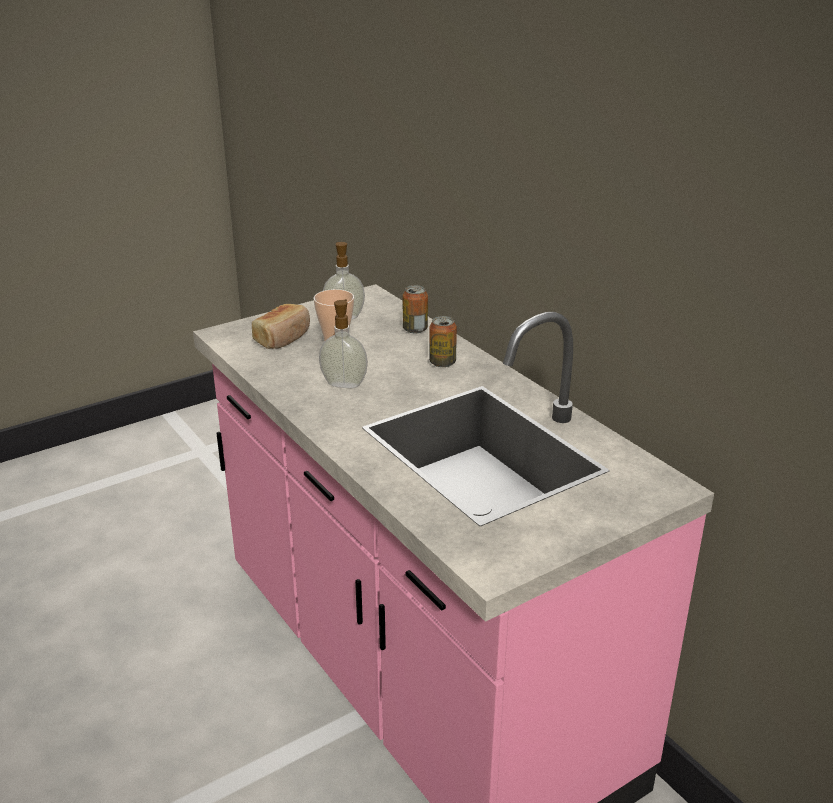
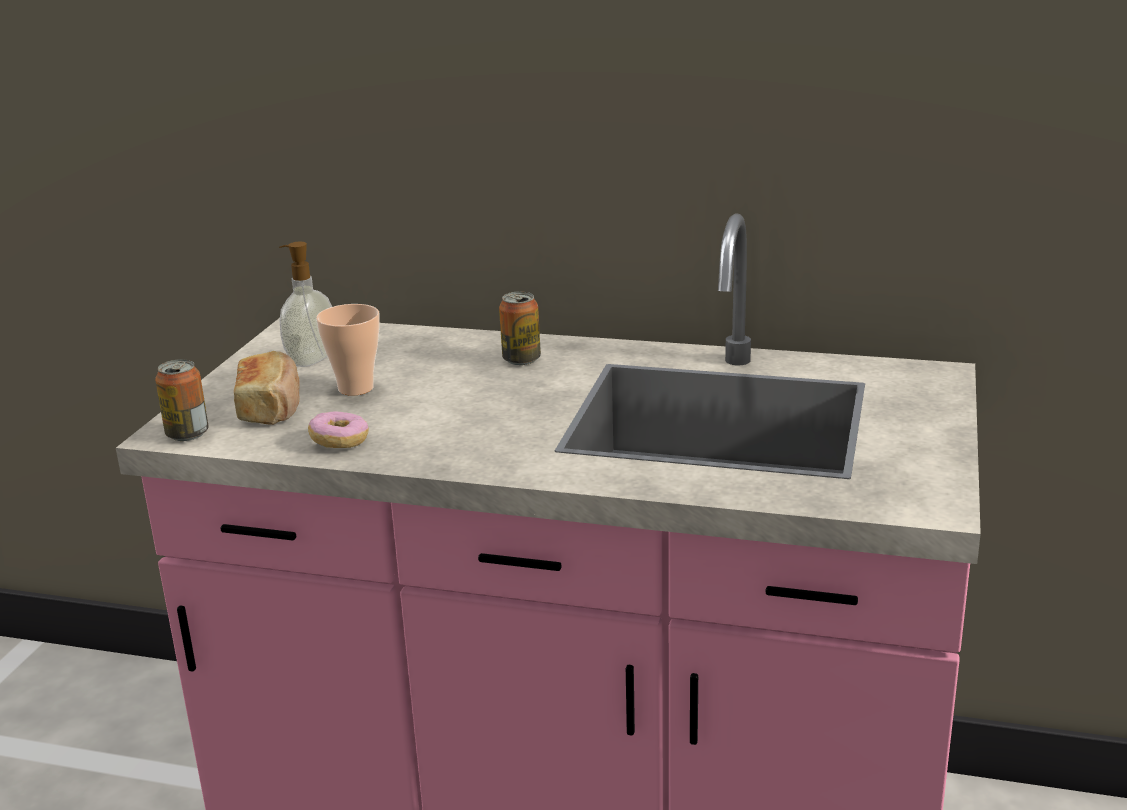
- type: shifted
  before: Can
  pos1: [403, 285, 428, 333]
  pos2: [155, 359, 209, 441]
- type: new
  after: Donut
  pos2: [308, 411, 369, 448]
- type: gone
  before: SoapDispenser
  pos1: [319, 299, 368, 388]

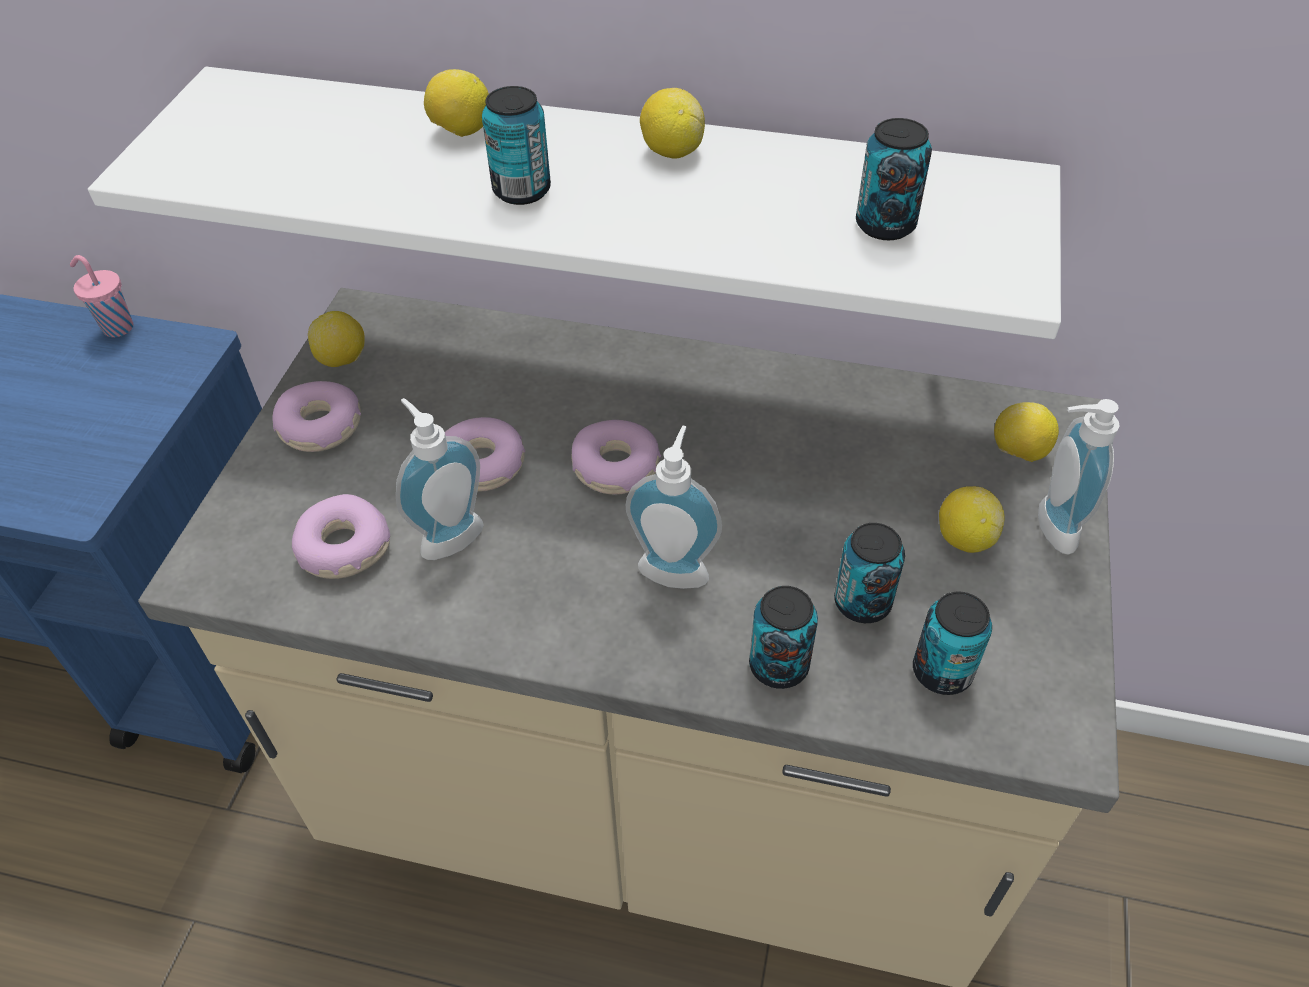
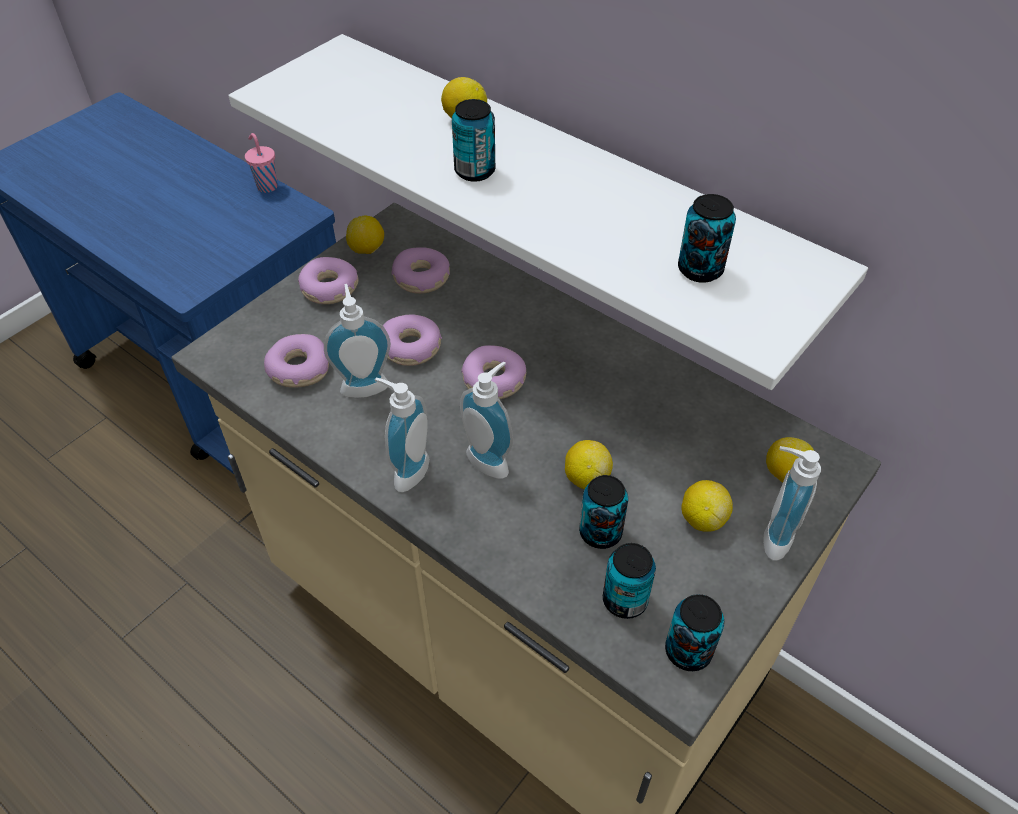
- type: new
  after: SoapDispenser
  pos2: [375, 378, 430, 492]
- type: new
  after: Donut
  pos2: [392, 247, 450, 294]
- type: shifted
  before: Lemon
  pos1: [640, 88, 705, 159]
  pos2: [565, 440, 613, 489]
- type: shifted
  before: Can
  pos1: [749, 586, 818, 689]
  pos2: [665, 594, 724, 671]

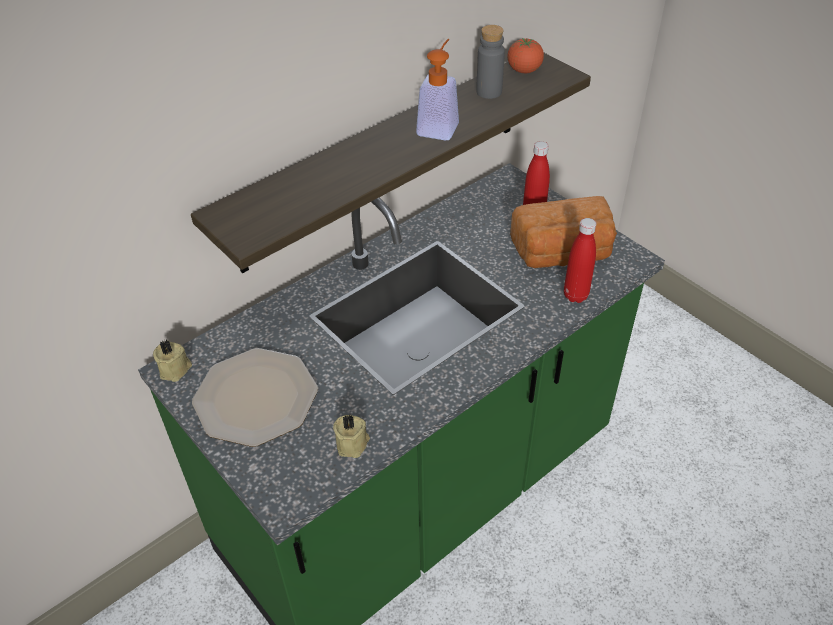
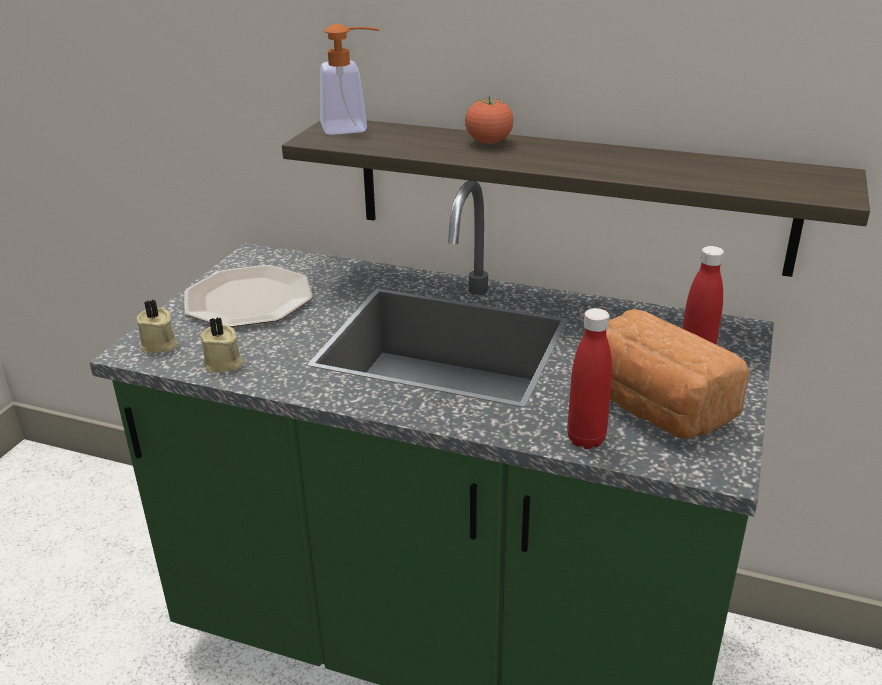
- type: shifted
  before: BeigeCandle
  pos1: [153, 339, 192, 382]
  pos2: [136, 300, 178, 353]
- type: shifted
  before: SoapDispenser
  pos1: [416, 39, 459, 141]
  pos2: [320, 24, 380, 135]
- type: shifted
  before: Tomato
  pos1: [507, 38, 544, 73]
  pos2: [465, 96, 514, 144]
- type: gone
  before: GreyBottle
  pos1: [476, 25, 505, 99]

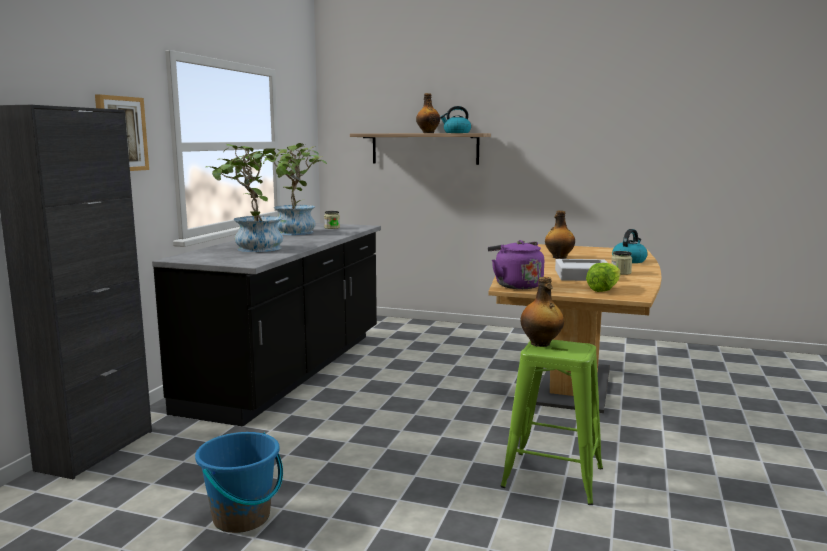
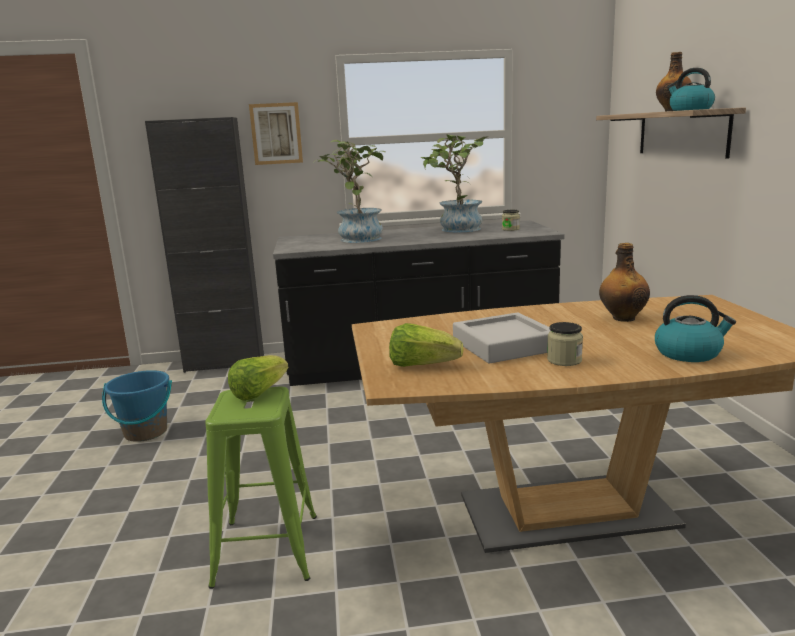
- type: swapped
  before: Bottle
  after: Lettuce
  pos1: [520, 277, 564, 347]
  pos2: [228, 355, 289, 401]
- type: gone
  before: PurpleKettle
  pos1: [488, 240, 544, 289]

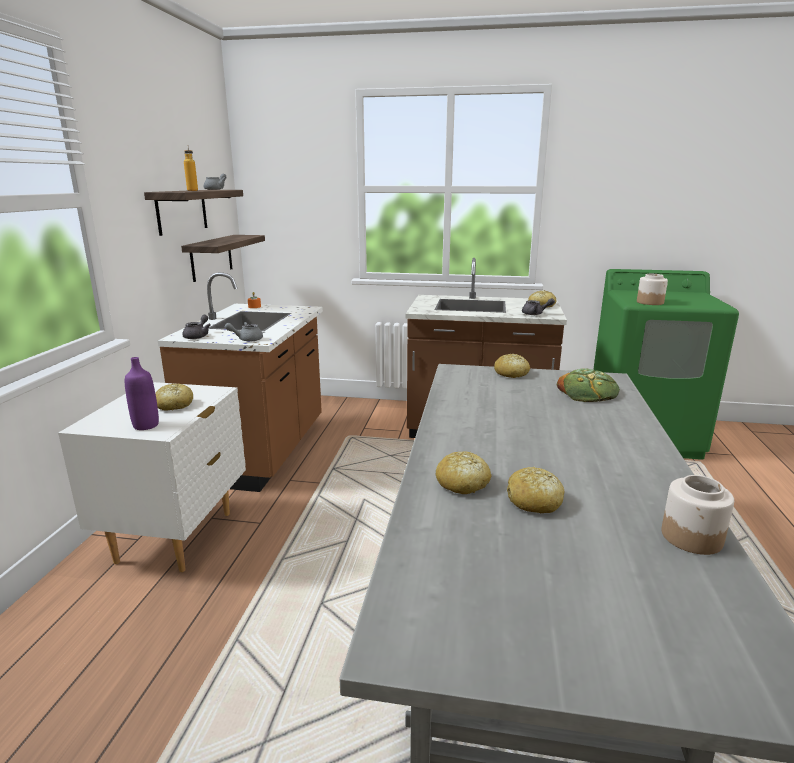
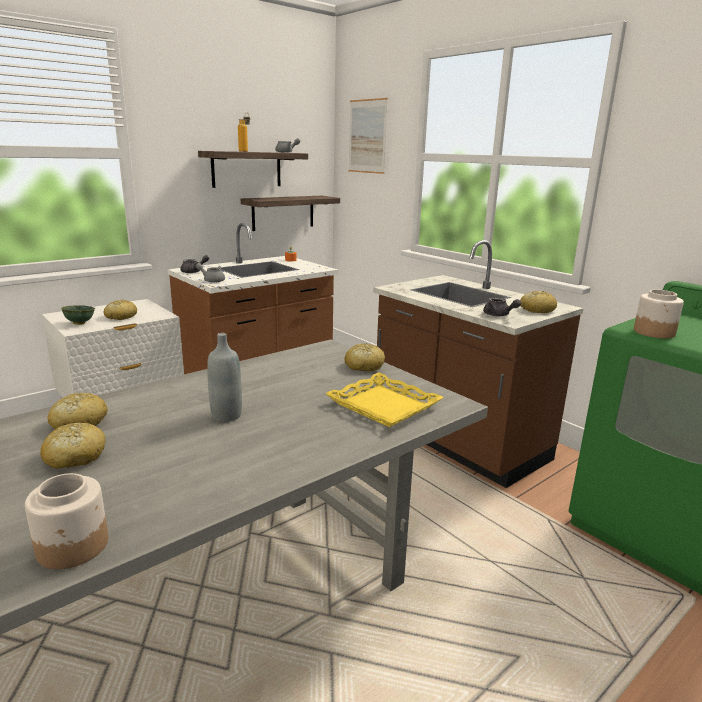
- type: swapped
  before: PurpleBottle
  after: GreenBowl
  pos1: [125, 357, 159, 430]
  pos2: [61, 305, 95, 325]
- type: new
  after: GreyBottle
  pos2: [207, 333, 242, 422]
- type: swapped
  before: Bread
  after: YellowTray
  pos1: [557, 368, 620, 402]
  pos2: [325, 372, 444, 427]
- type: new
  after: Picture
  pos2: [348, 98, 388, 174]

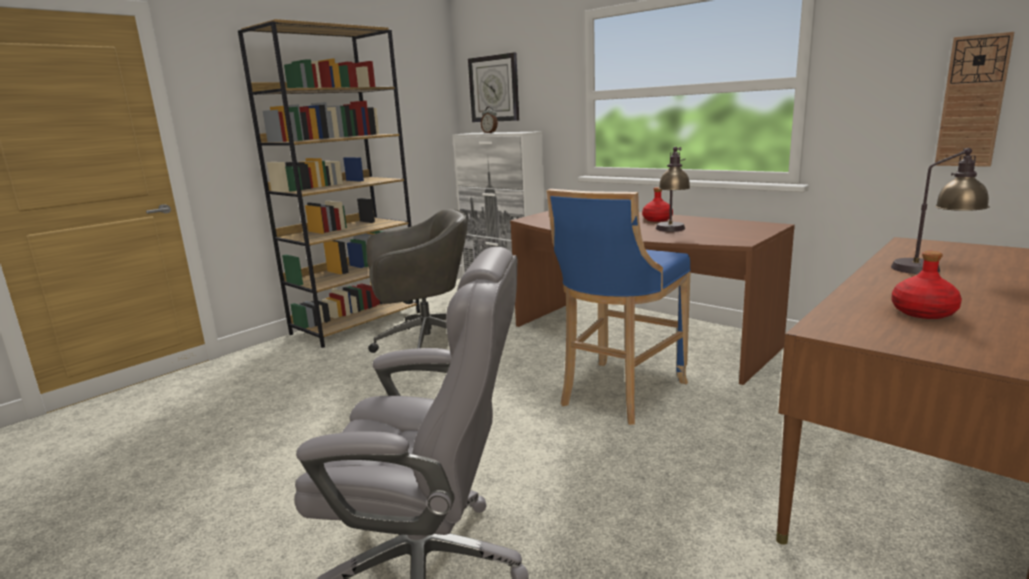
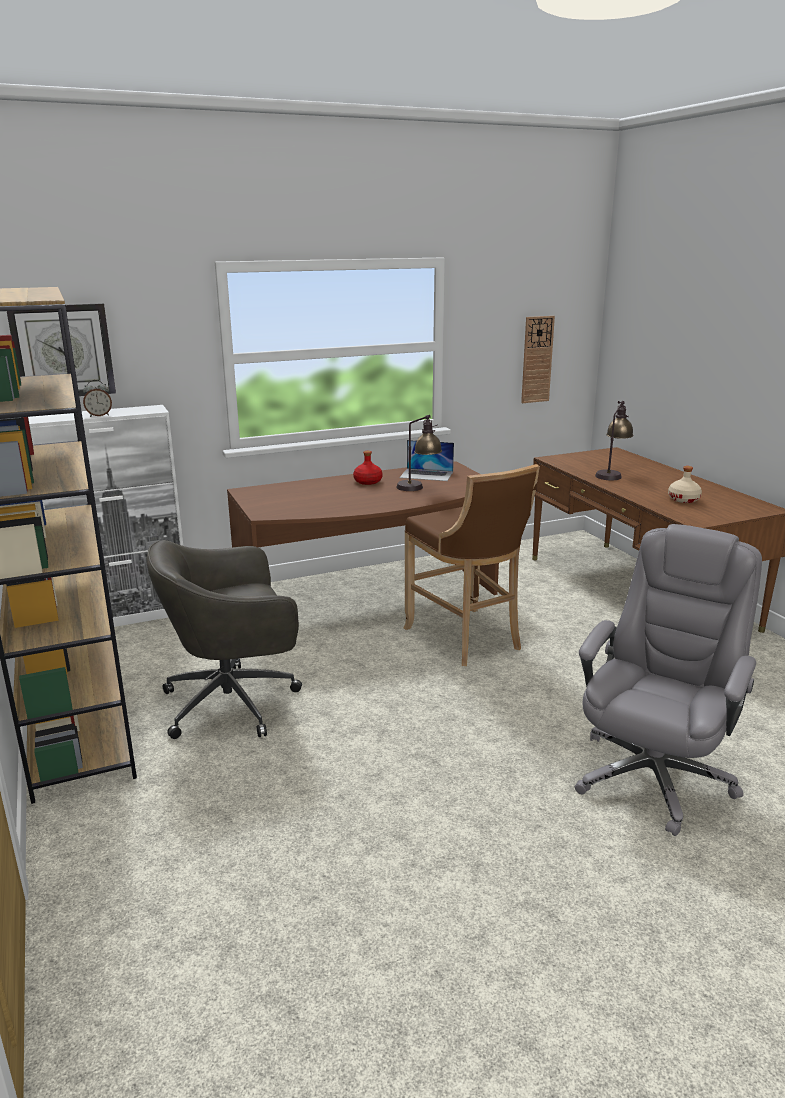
- type: rotated
  before: GreyOfficeChair
  pos1: [366, 209, 467, 353]
  pos2: [146, 540, 302, 739]
  turn: -120
- type: new
  after: Laptop
  pos2: [400, 440, 454, 481]
- type: repainted
  before: BlueStool
  after: BrownStool
  pos1: [546, 189, 691, 425]
  pos2: [404, 464, 540, 666]
- type: repainted
  before: RedBottle
  after: BeigeBottle
  pos1: [891, 251, 962, 319]
  pos2: [668, 466, 702, 503]

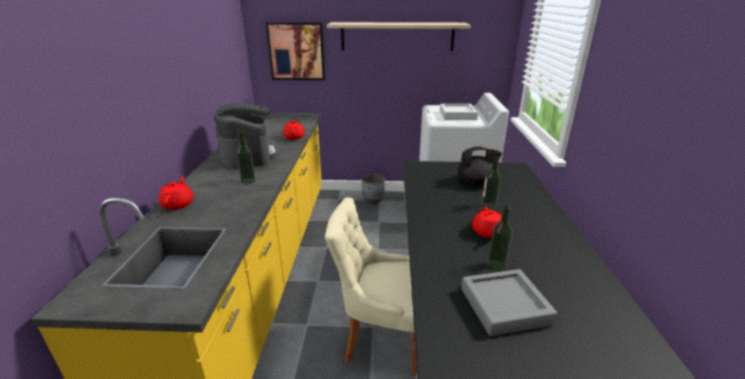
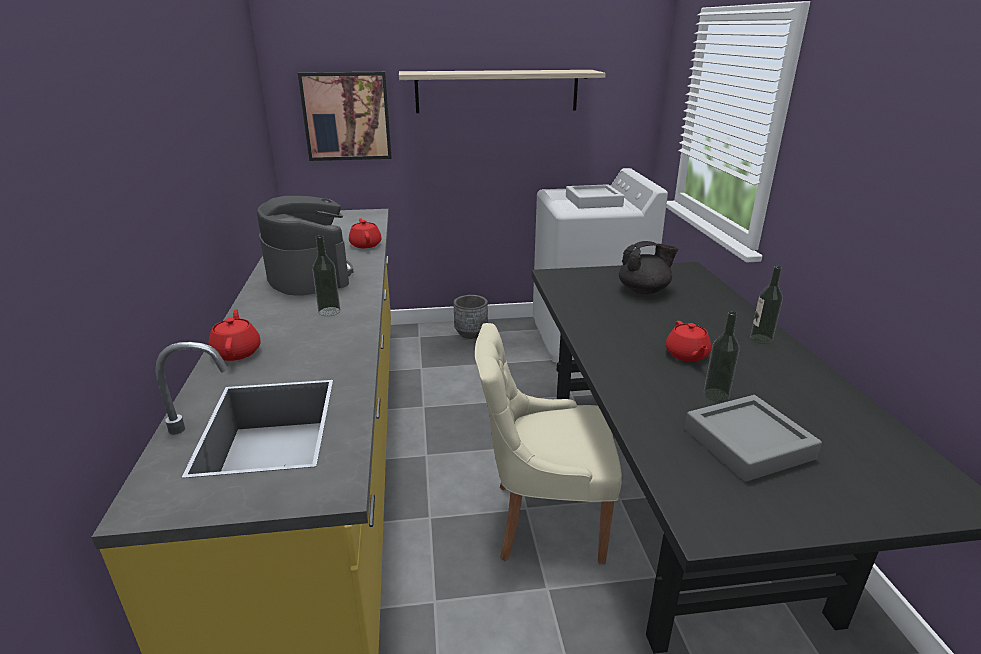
- type: shifted
  before: Bottle
  pos1: [482, 156, 501, 209]
  pos2: [750, 266, 783, 344]

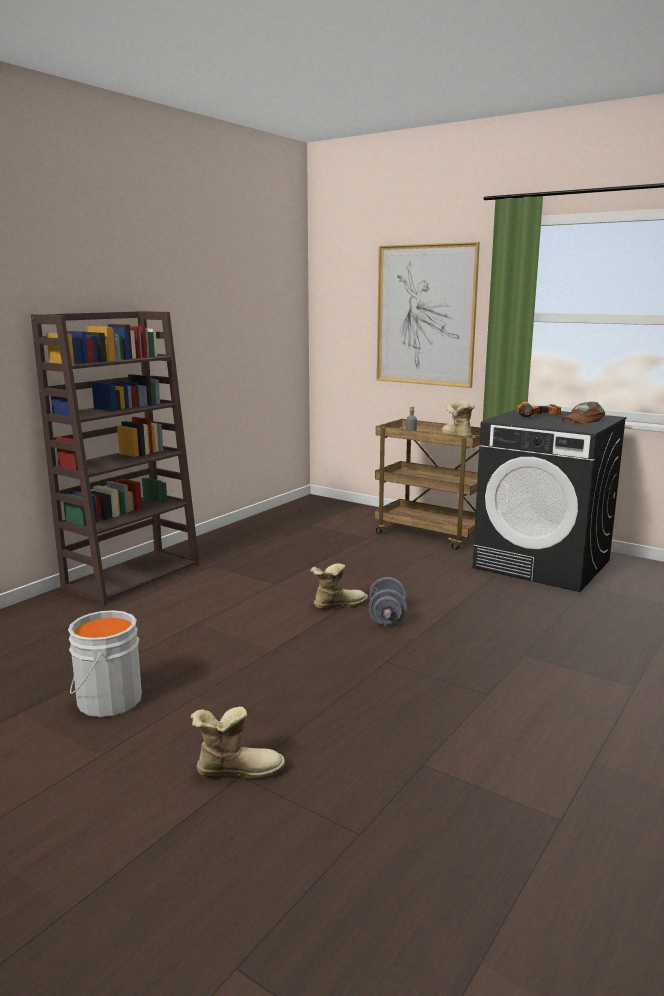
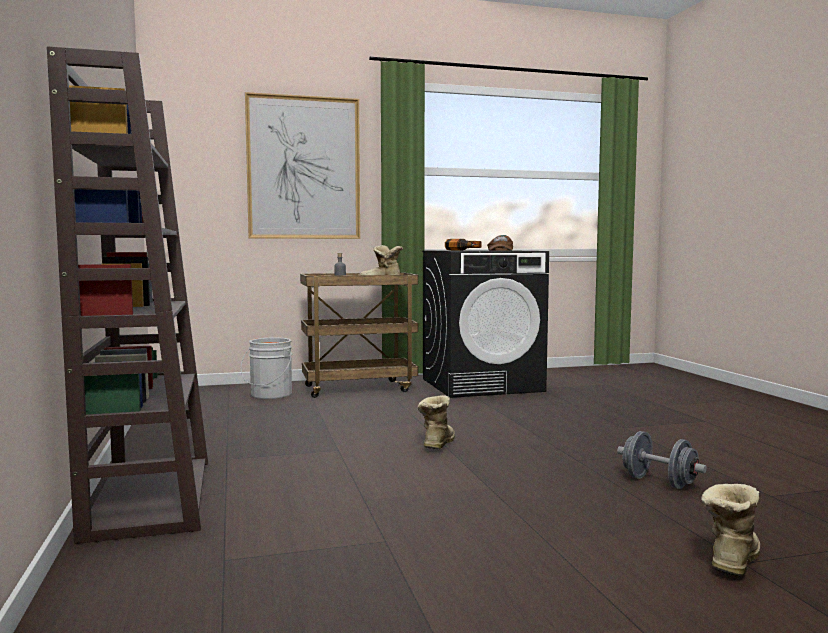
- type: shifted
  before: GreyBucket
  pos1: [68, 610, 142, 717]
  pos2: [241, 337, 292, 399]
- type: shifted
  before: GreyDumbbell
  pos1: [369, 577, 407, 626]
  pos2: [617, 431, 707, 489]

